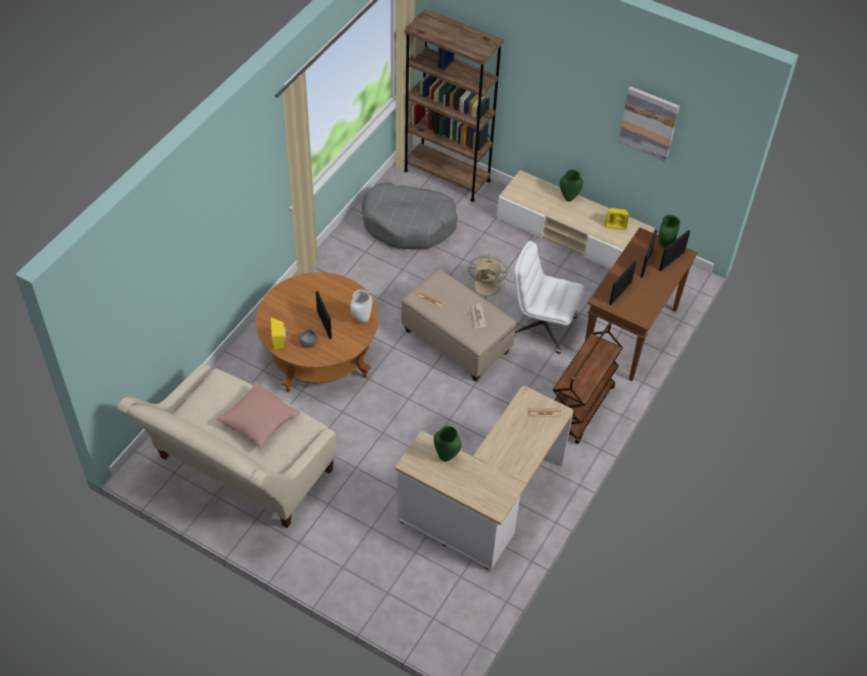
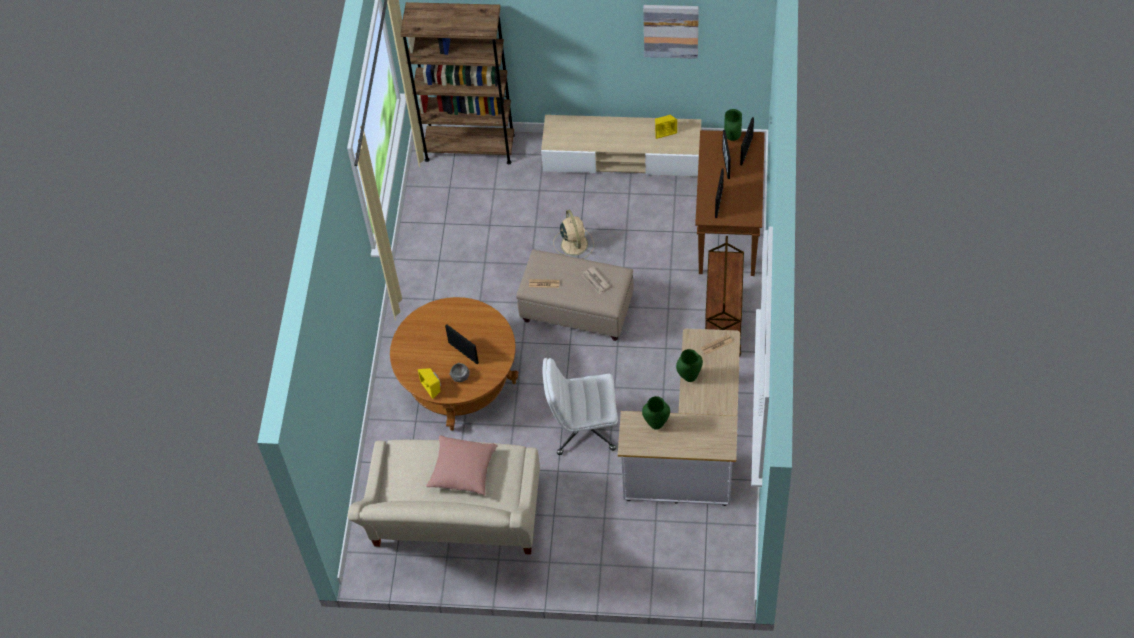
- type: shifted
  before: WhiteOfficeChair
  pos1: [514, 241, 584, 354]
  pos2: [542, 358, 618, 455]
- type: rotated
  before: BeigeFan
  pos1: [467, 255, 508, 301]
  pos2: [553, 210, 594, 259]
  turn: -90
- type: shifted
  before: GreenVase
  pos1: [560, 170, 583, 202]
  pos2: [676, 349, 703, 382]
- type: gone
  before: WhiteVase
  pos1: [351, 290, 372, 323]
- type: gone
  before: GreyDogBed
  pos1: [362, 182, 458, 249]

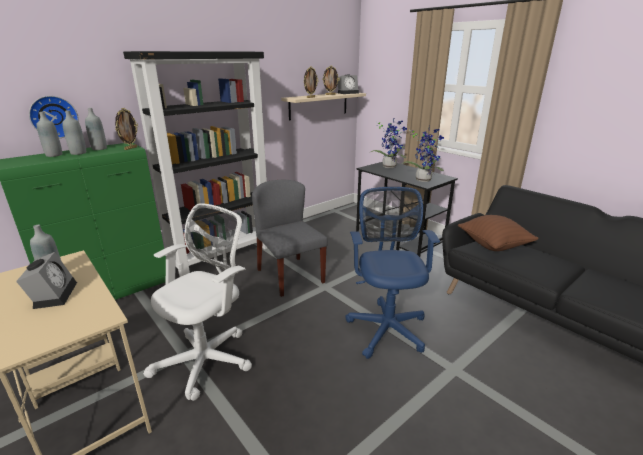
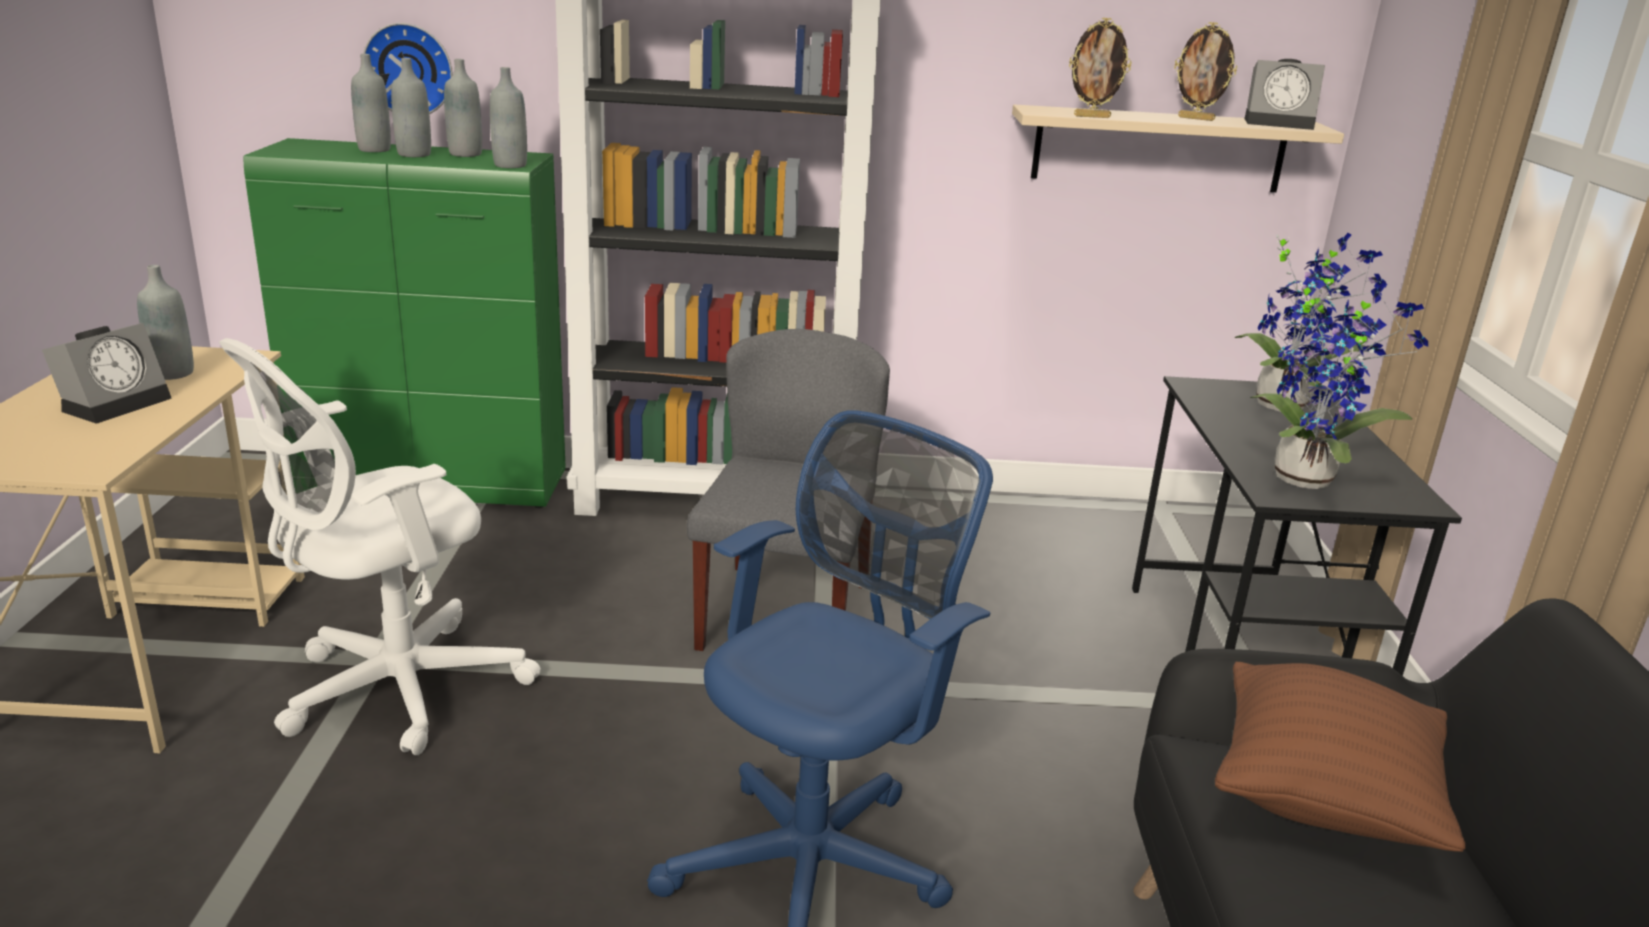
- type: rotated
  before: WhiteOfficeChair
  pos1: [143, 203, 252, 401]
  pos2: [219, 338, 541, 755]
  turn: 150
- type: swapped
  before: PictureFrame
  after: GreyBottle
  pos1: [115, 108, 138, 150]
  pos2: [490, 67, 527, 168]

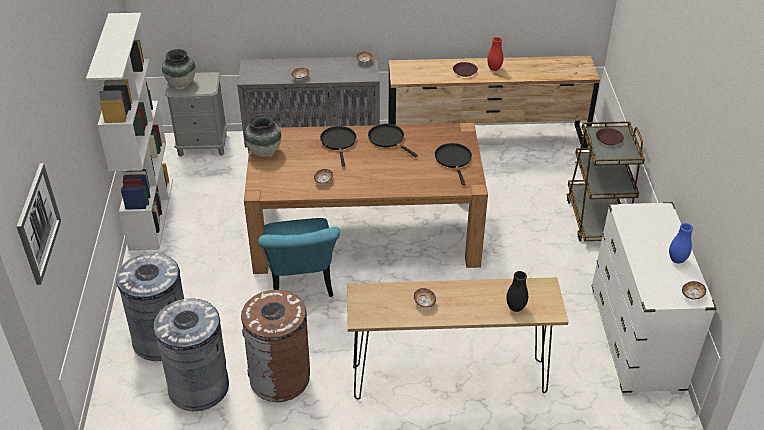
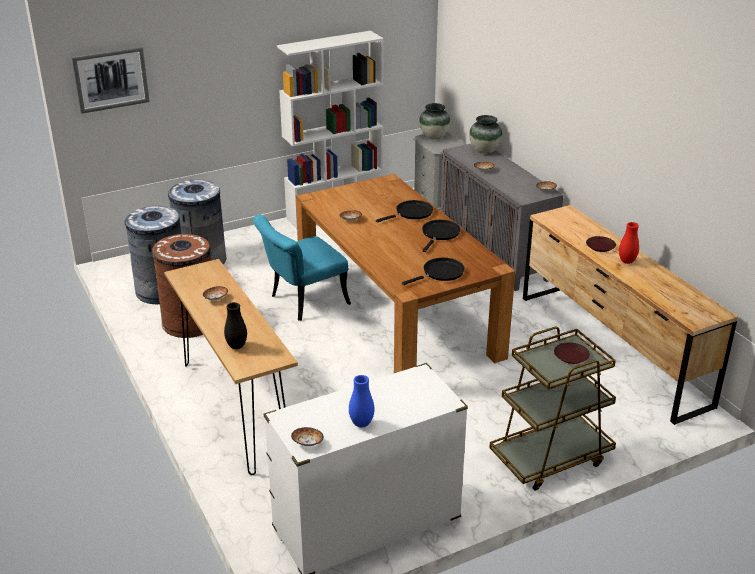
- type: shifted
  before: Vase
  pos1: [244, 114, 281, 157]
  pos2: [469, 115, 502, 154]

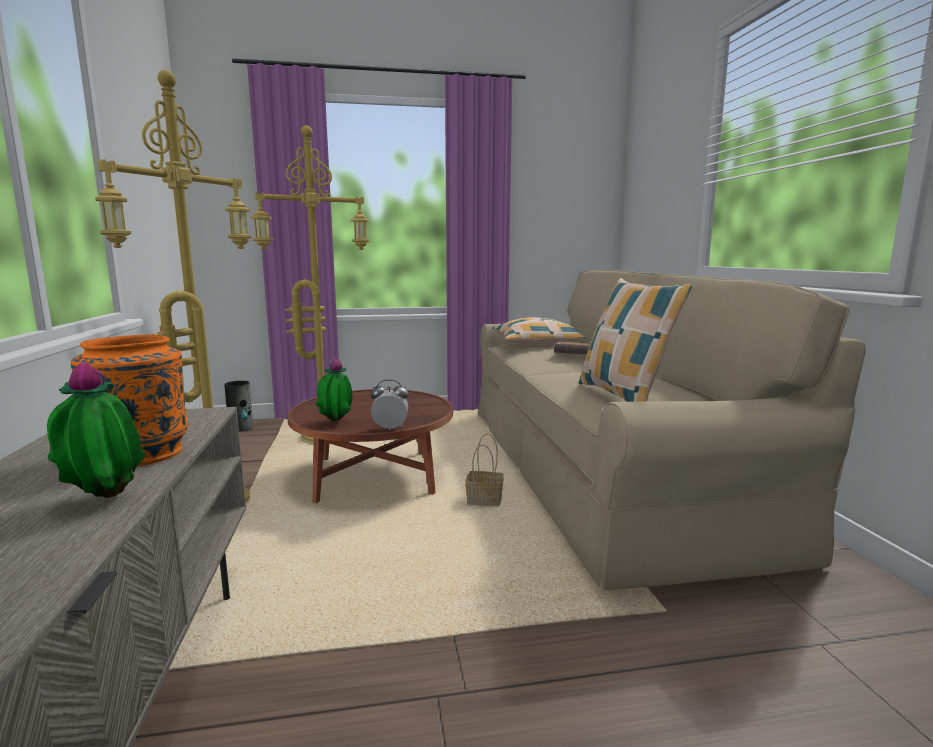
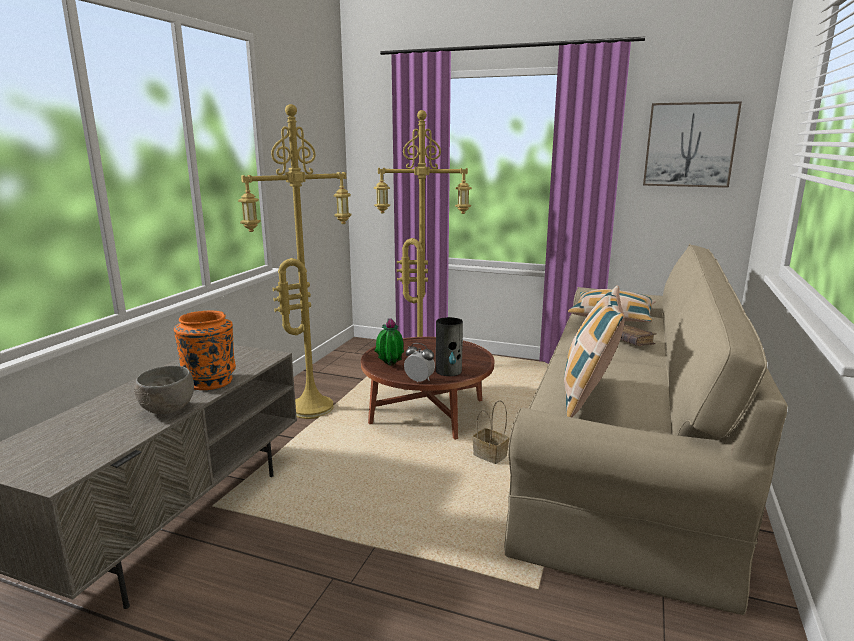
- type: swapped
  before: PottedPlant
  after: GreyBowl
  pos1: [47, 362, 146, 498]
  pos2: [134, 366, 194, 414]
- type: shifted
  before: Vase
  pos1: [224, 381, 253, 432]
  pos2: [436, 317, 463, 376]
- type: new
  after: Picture
  pos2: [643, 101, 742, 188]

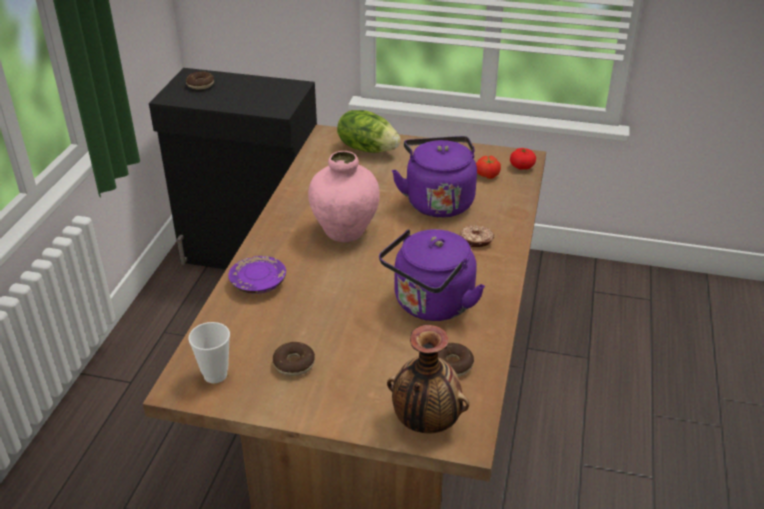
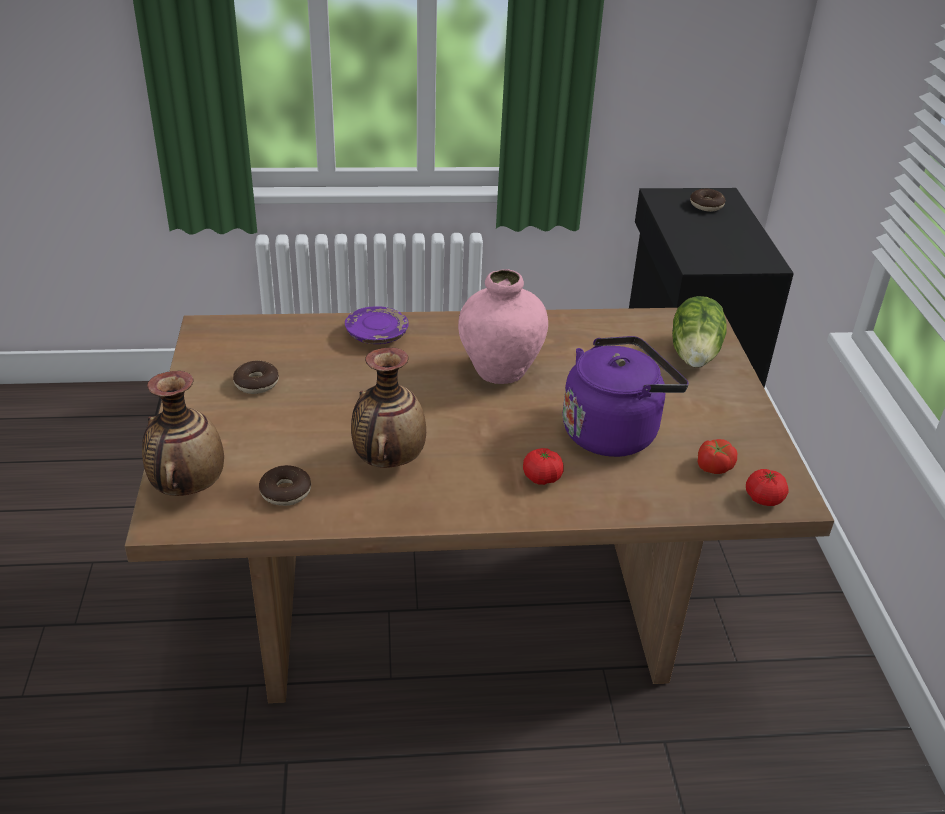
- type: swapped
  before: PurpleKettle
  after: Vase
  pos1: [379, 229, 485, 321]
  pos2: [351, 348, 426, 468]
- type: swapped
  before: Donut
  after: Tomato
  pos1: [460, 225, 494, 247]
  pos2: [523, 448, 564, 485]
- type: gone
  before: Cup
  pos1: [188, 322, 230, 383]

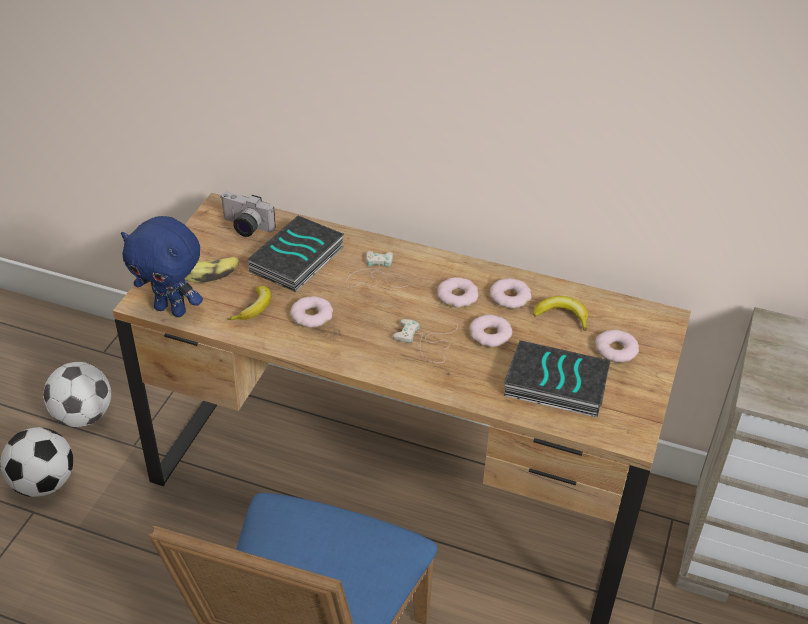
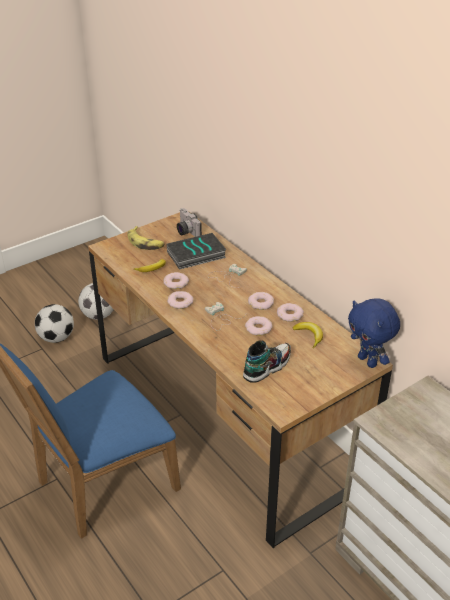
- type: shifted
  before: Donut
  pos1: [595, 330, 639, 363]
  pos2: [167, 291, 194, 309]
- type: swapped
  before: Book
  after: Shoe
  pos1: [504, 340, 610, 418]
  pos2: [243, 341, 291, 383]
- type: shifted
  before: BluePlushToy
  pos1: [121, 216, 203, 317]
  pos2: [348, 298, 400, 368]

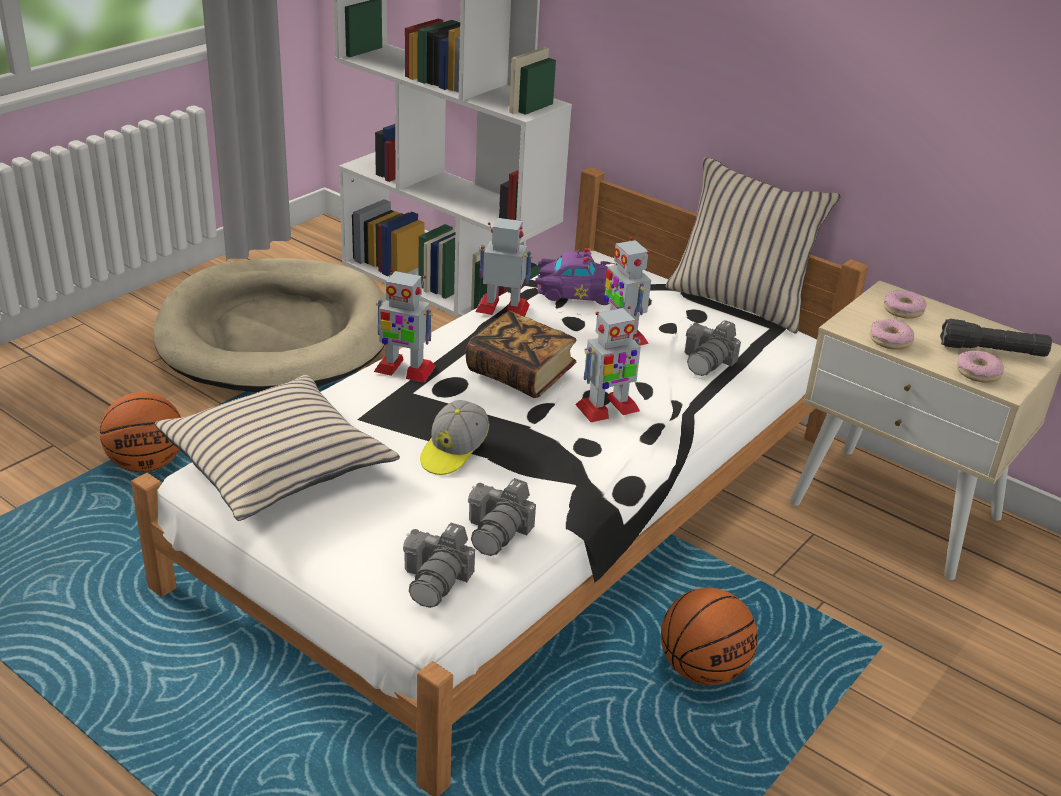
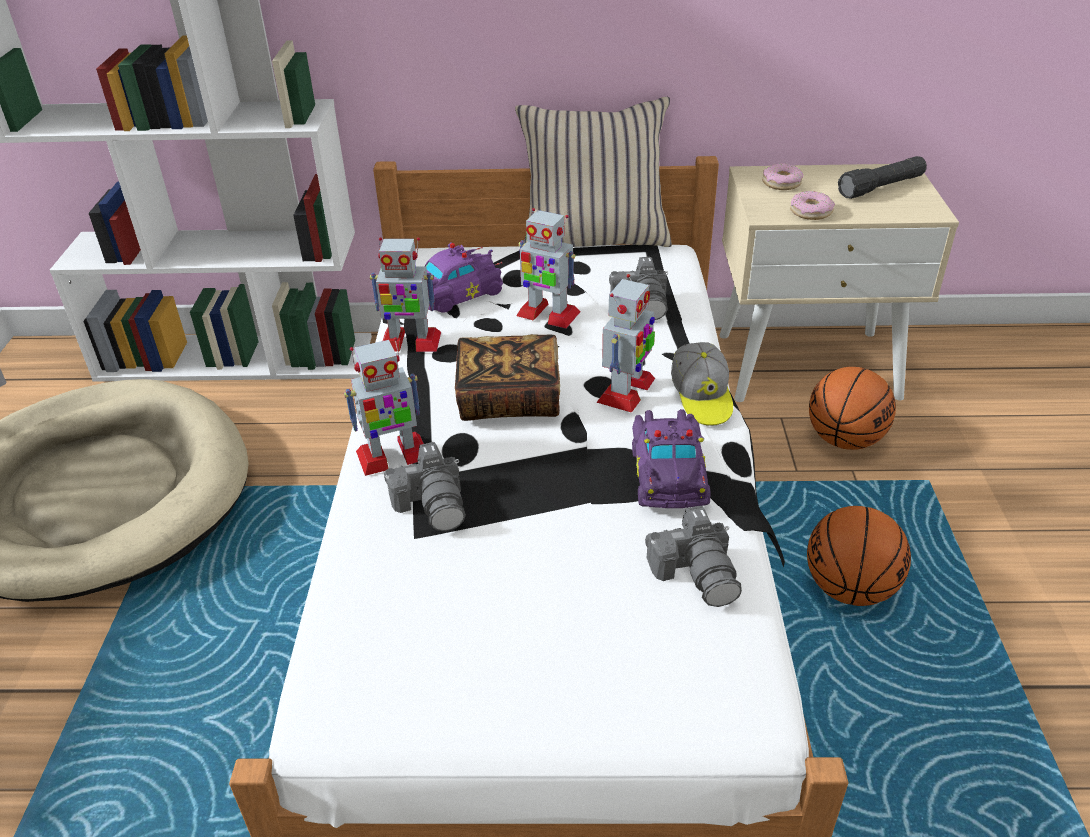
- type: rotated
  before: ToyRobot
  pos1: [475, 218, 533, 317]
  pos2: [370, 237, 441, 352]
  turn: -150
- type: shifted
  before: PhotoCamera
  pos1: [403, 523, 475, 608]
  pos2: [384, 442, 466, 531]
- type: new
  after: PurpleToyCar
  pos2: [632, 409, 710, 508]
- type: shifted
  before: Cap
  pos1: [420, 400, 489, 475]
  pos2: [671, 342, 733, 426]
- type: shifted
  before: Basketball
  pos1: [100, 392, 181, 472]
  pos2: [809, 367, 896, 450]
- type: gone
  before: BeigePillow
  pos1: [155, 375, 400, 521]
- type: gone
  before: Donut
  pos1: [957, 351, 1004, 383]

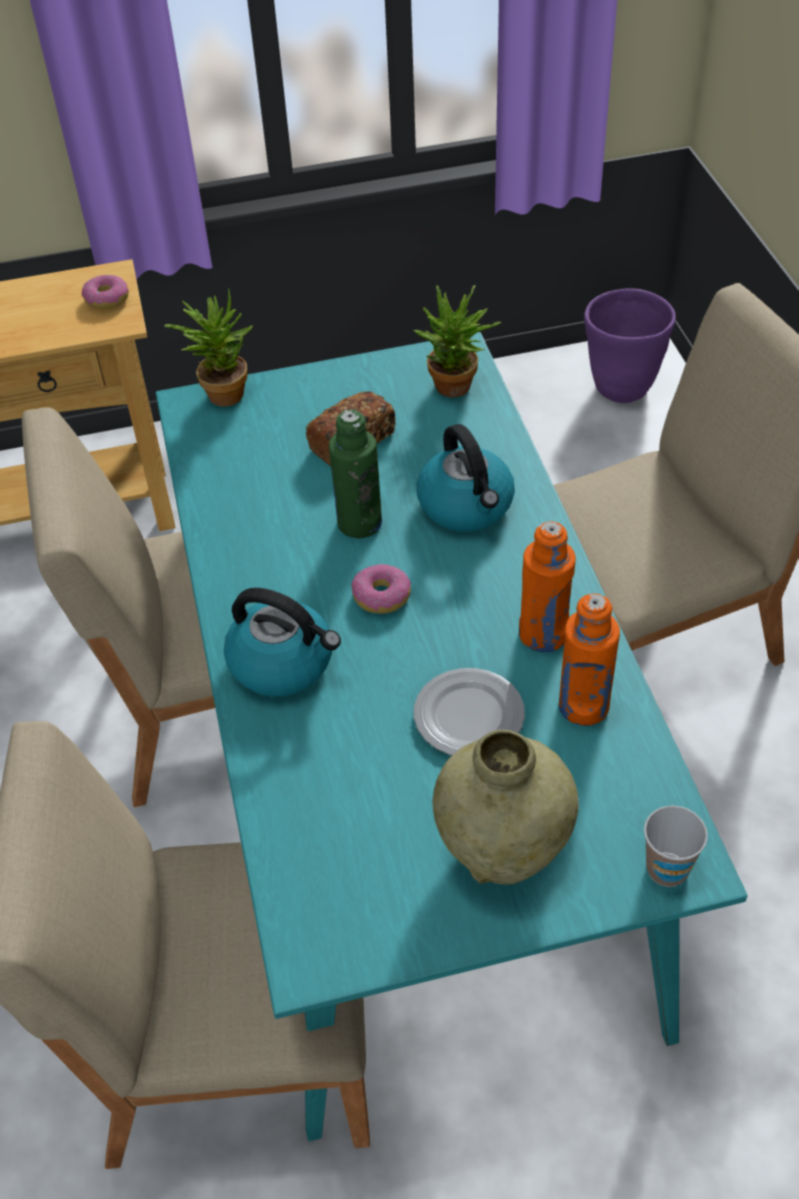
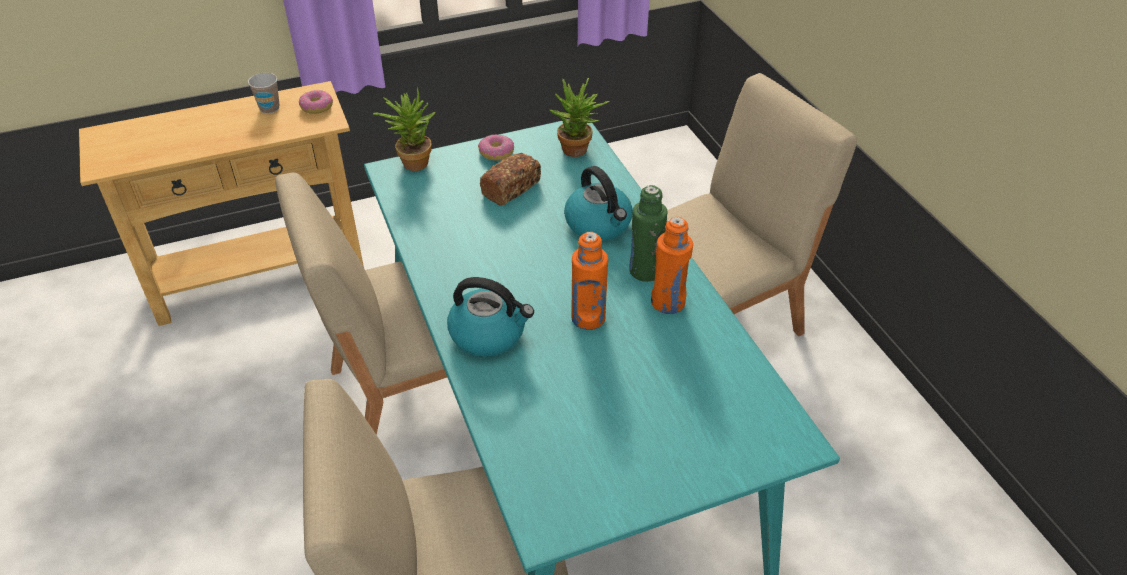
- type: shifted
  before: Cup
  pos1: [644, 806, 708, 887]
  pos2: [248, 73, 279, 114]
- type: shifted
  before: Donut
  pos1: [351, 564, 411, 614]
  pos2: [478, 135, 514, 161]
- type: shifted
  before: OrangeBottle
  pos1: [559, 593, 620, 726]
  pos2: [571, 232, 608, 330]
- type: shifted
  before: GreenBottle
  pos1: [329, 410, 382, 538]
  pos2: [629, 185, 668, 282]
- type: gone
  before: Plate
  pos1: [414, 668, 525, 756]
- type: gone
  before: BeigeVase
  pos1: [432, 730, 579, 885]
- type: gone
  before: PurplePlanter
  pos1: [584, 289, 676, 403]

